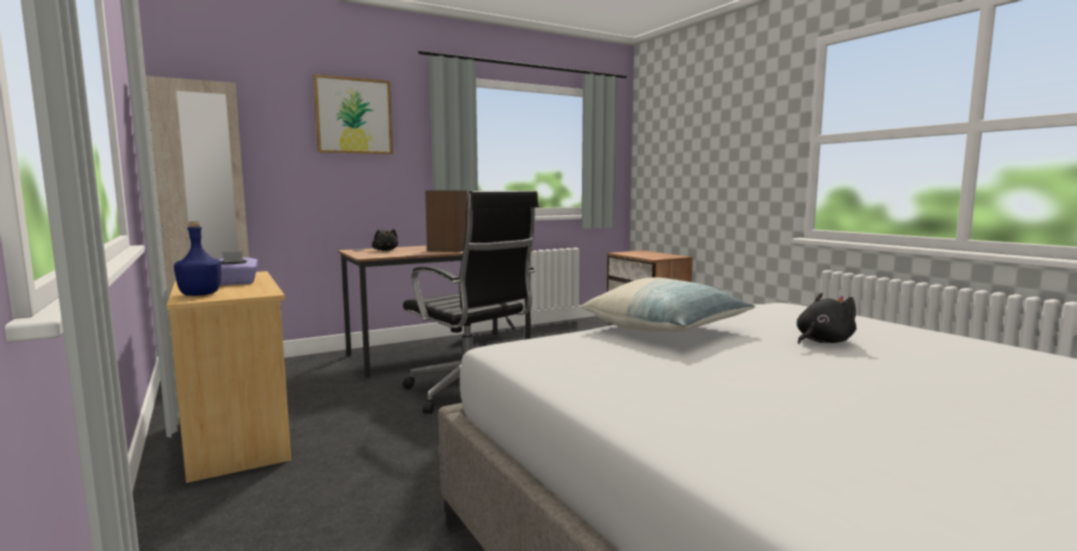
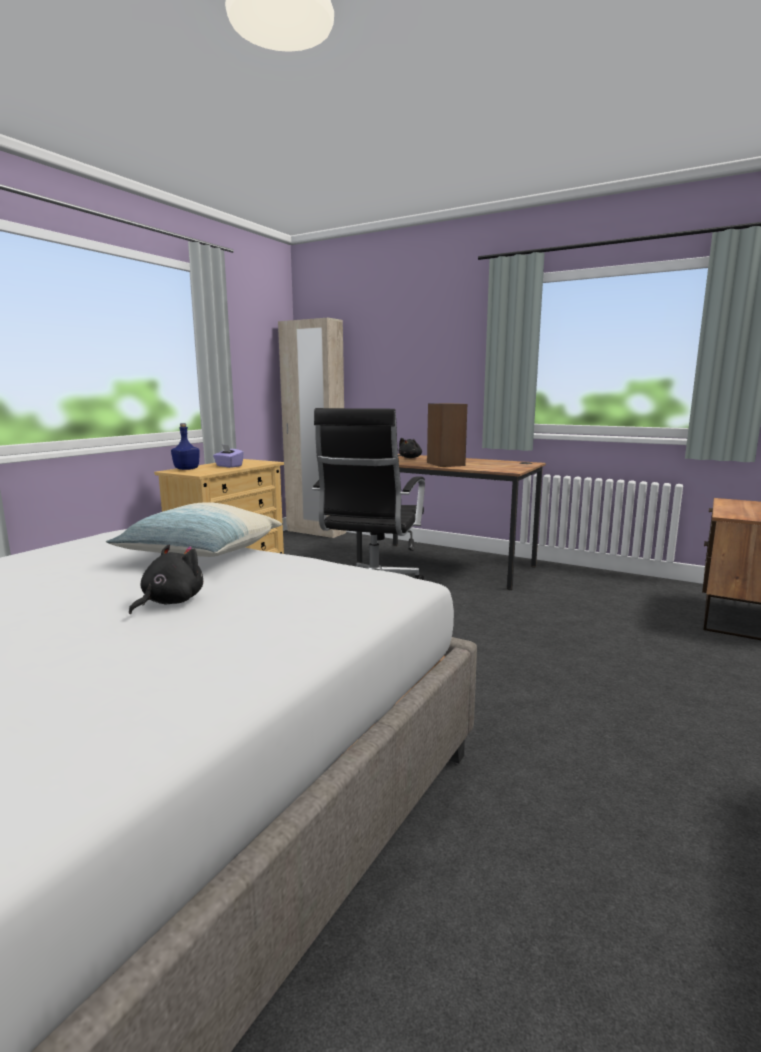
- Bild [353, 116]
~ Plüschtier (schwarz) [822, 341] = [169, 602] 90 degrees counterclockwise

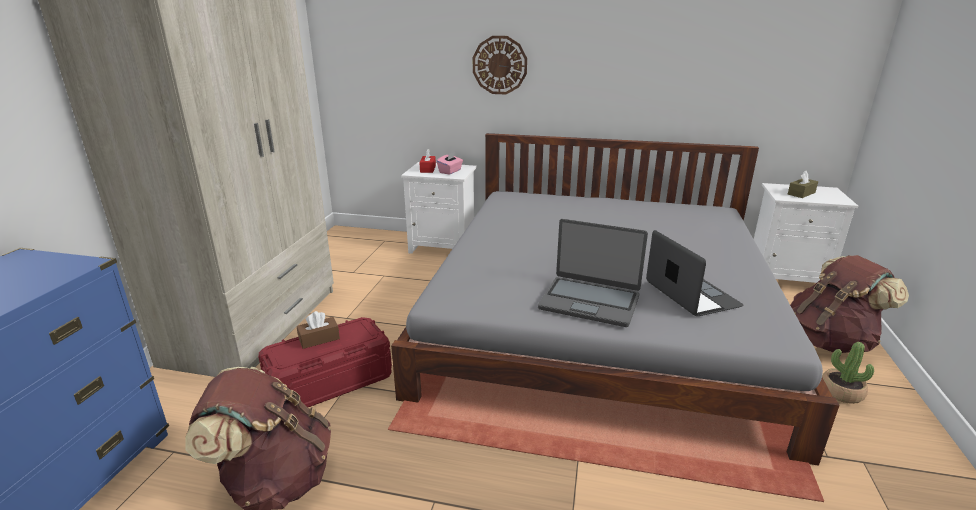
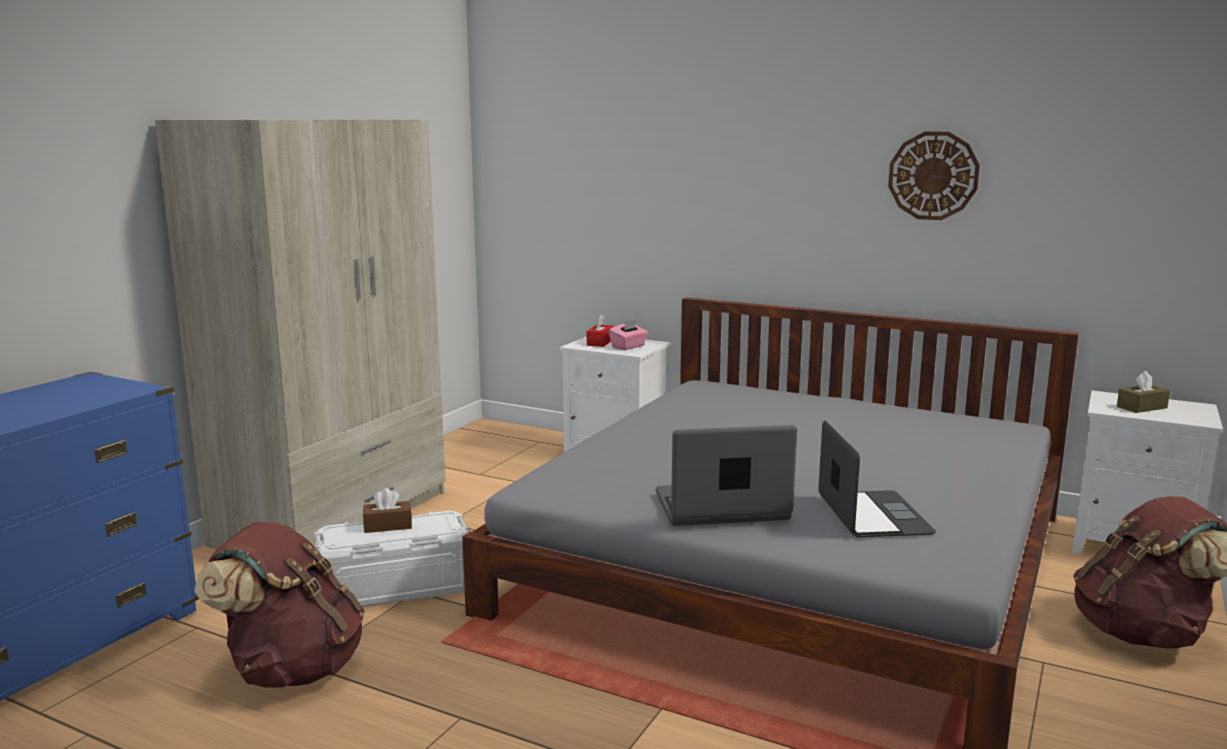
~ Wanduhr [499, 65] to [933, 176]
~ Laptop [589, 301] = [722, 507] 135 degrees clockwise
~ Aufbewahrungsbox (rot) [330, 382] to Aufbewahrungsbox (weiß) [395, 587]
- Topfpflanze [841, 392]

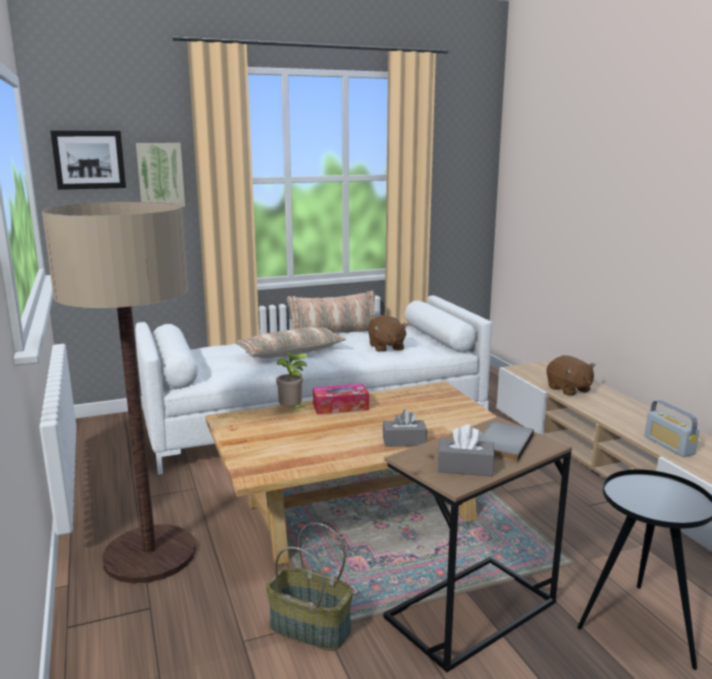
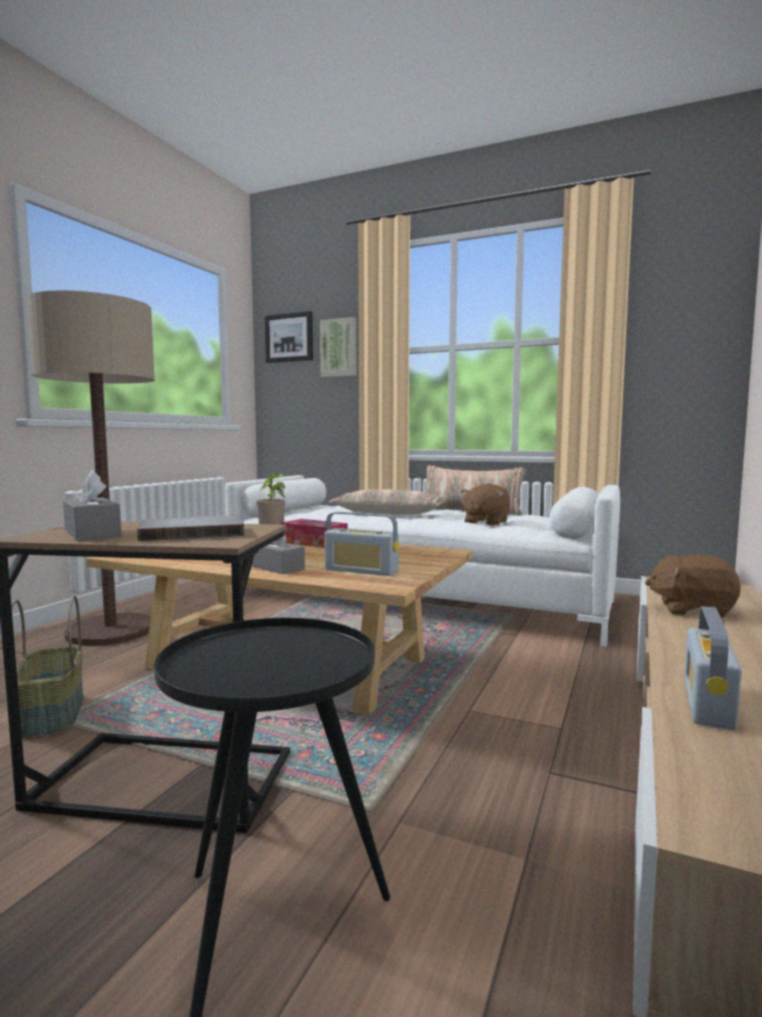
~ Plüschtier (braun) [568, 389] = [692, 610] 90 degrees clockwise
+ Radio [361, 570]

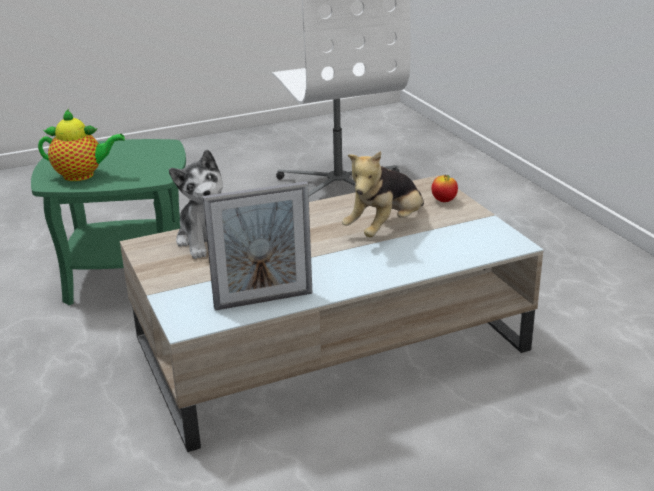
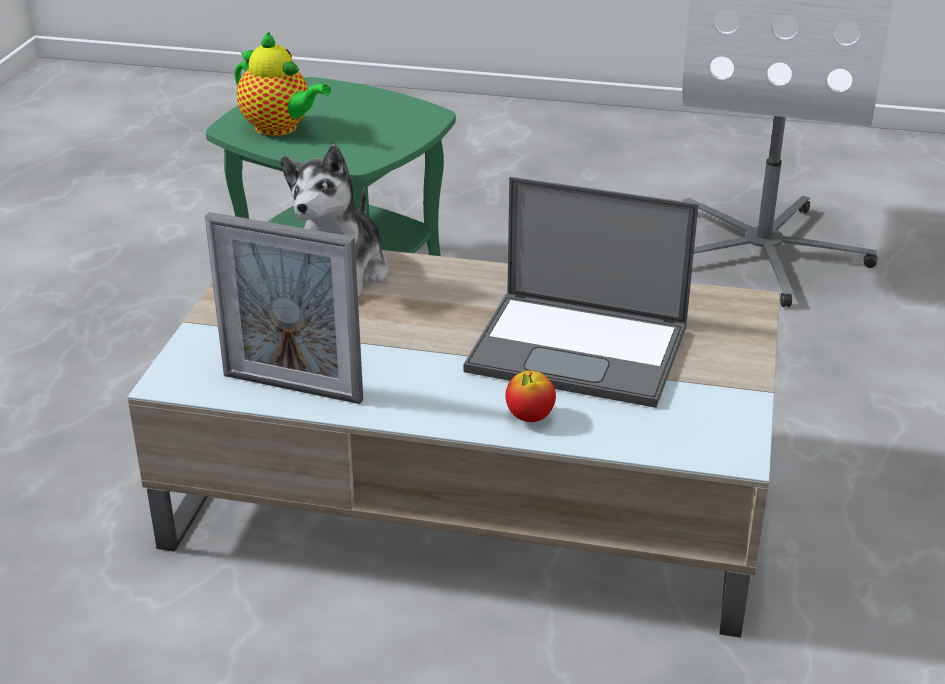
~ Plüschtier [385, 228] to Laptop [581, 349]
~ Apfel [444, 201] to [529, 417]

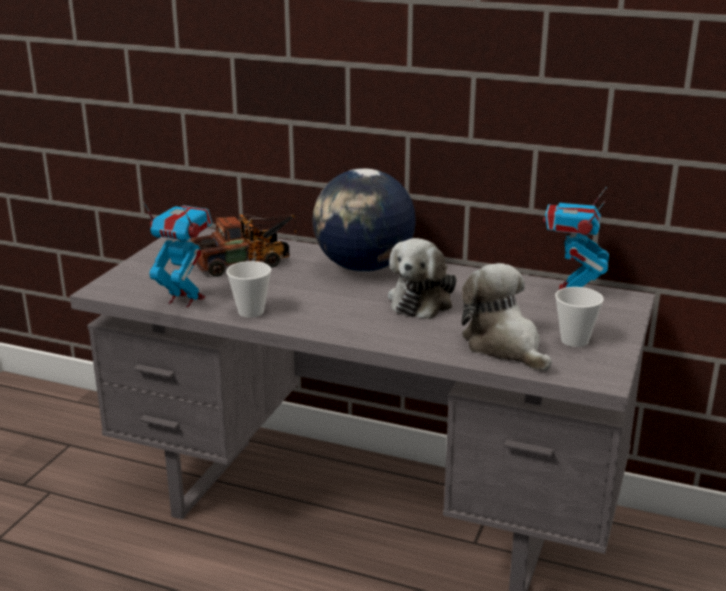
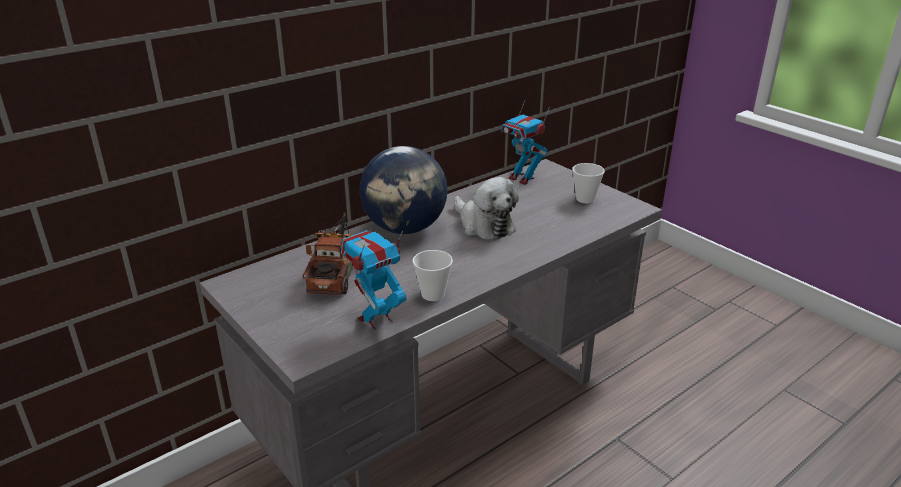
- Plüschtier [504, 346]

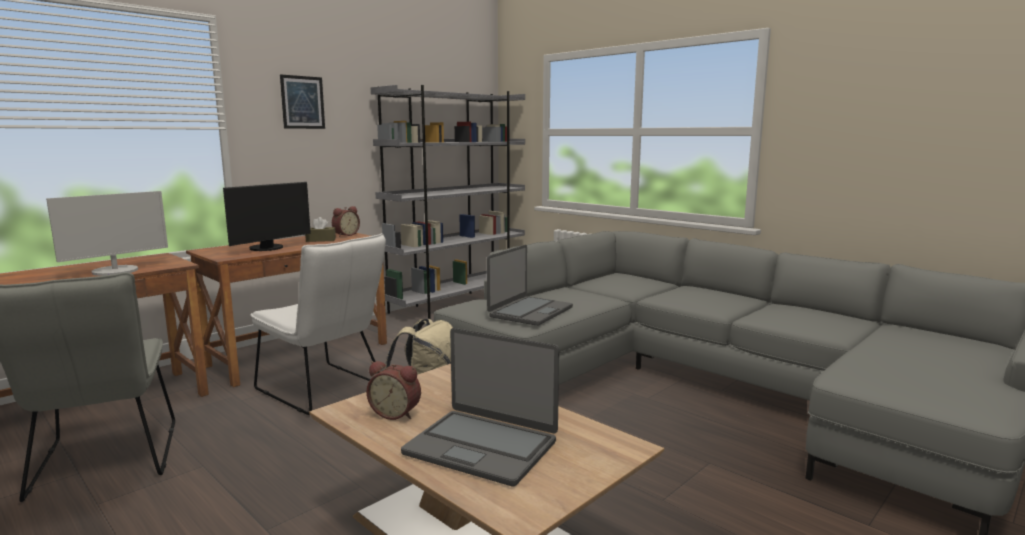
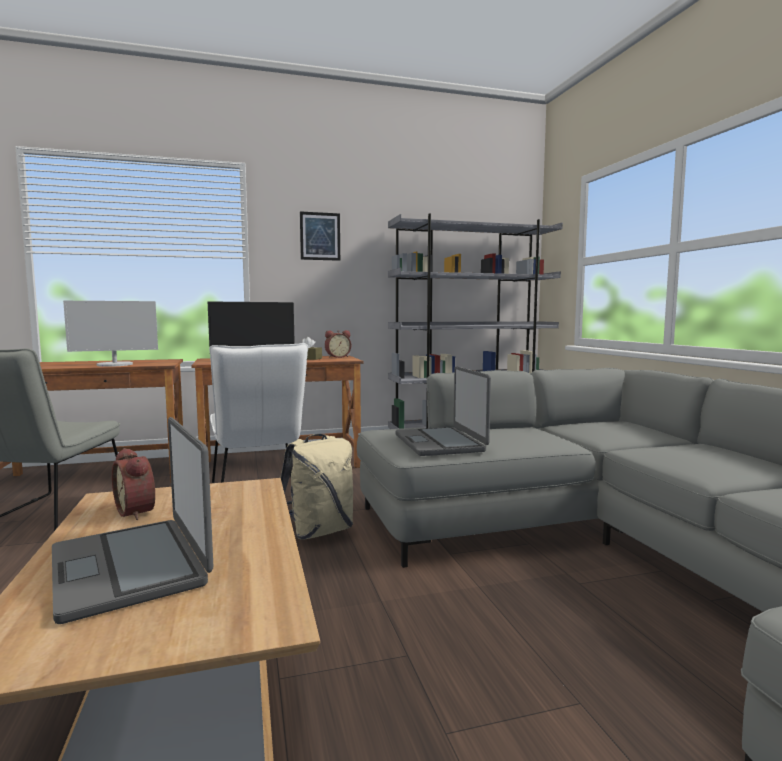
~ Laptop [530, 312] = [440, 443] 105 degrees clockwise

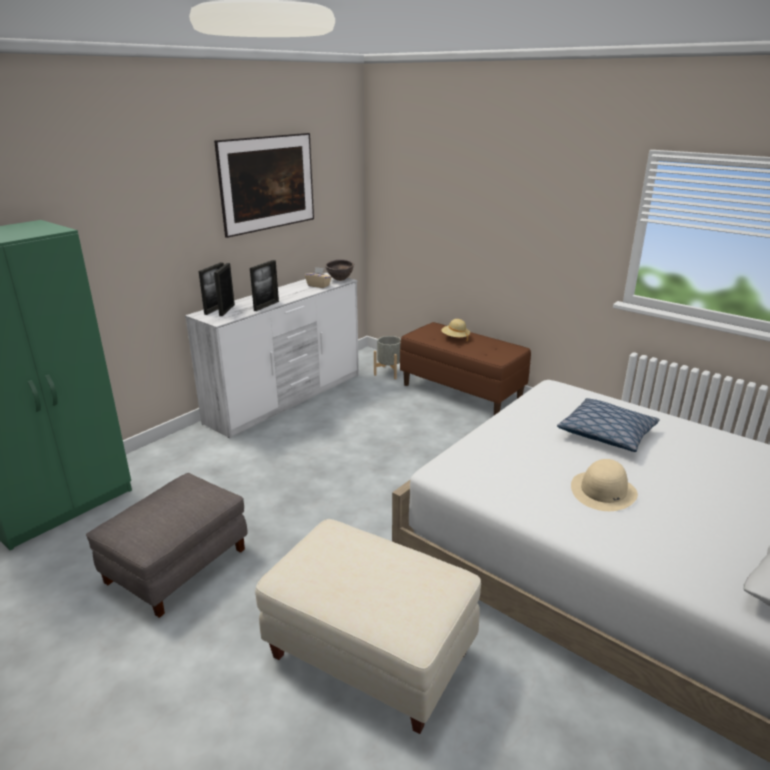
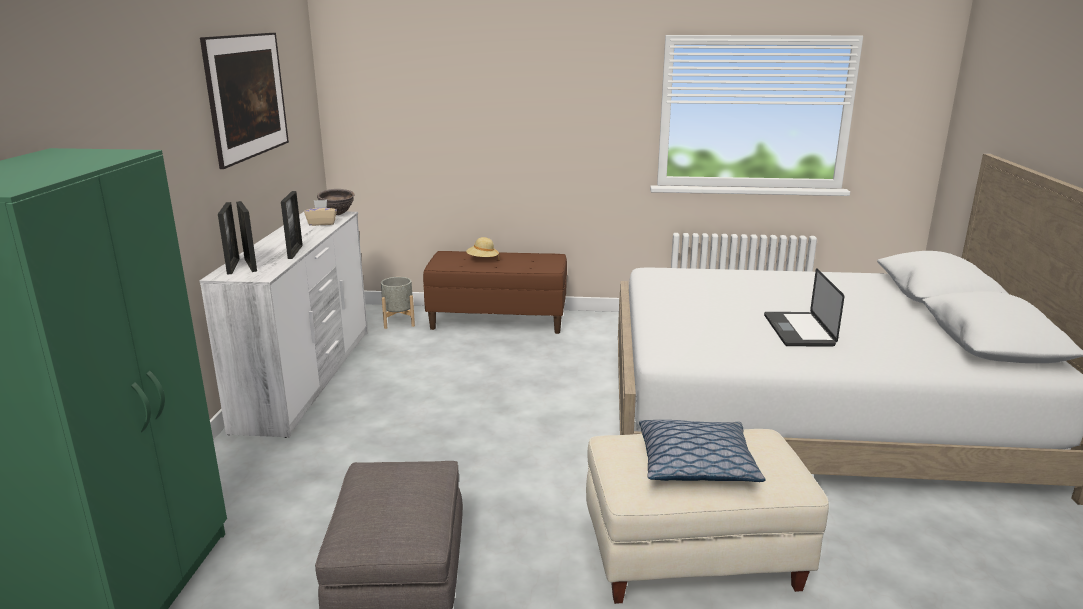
~ Kissen [607, 434] to [696, 464]
~ Hut (beige) [603, 491] to Laptop [798, 330]

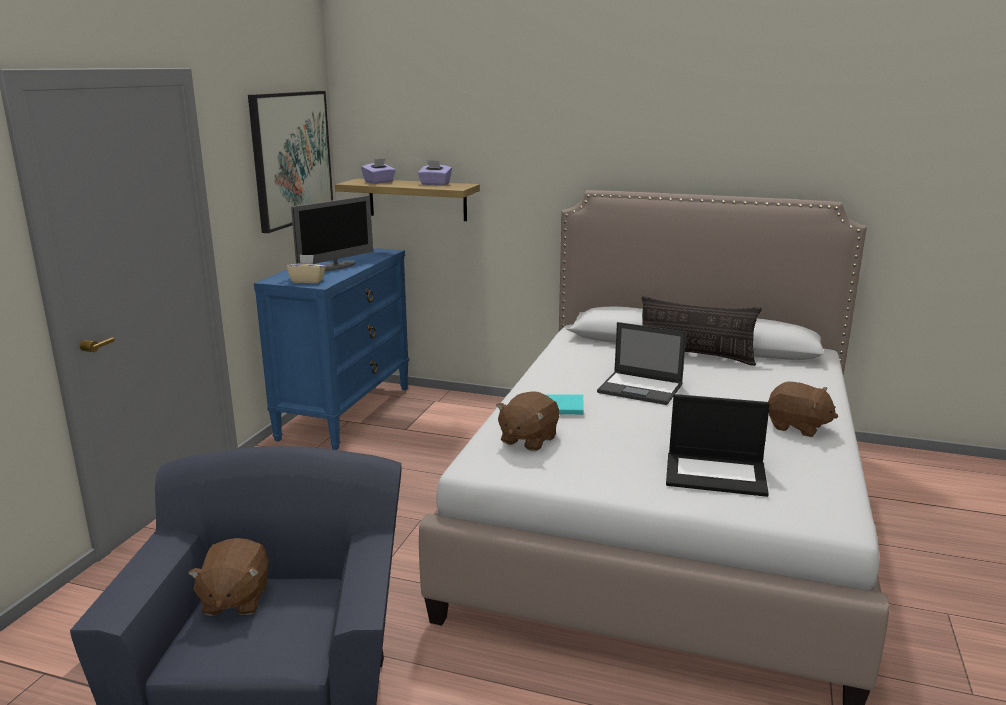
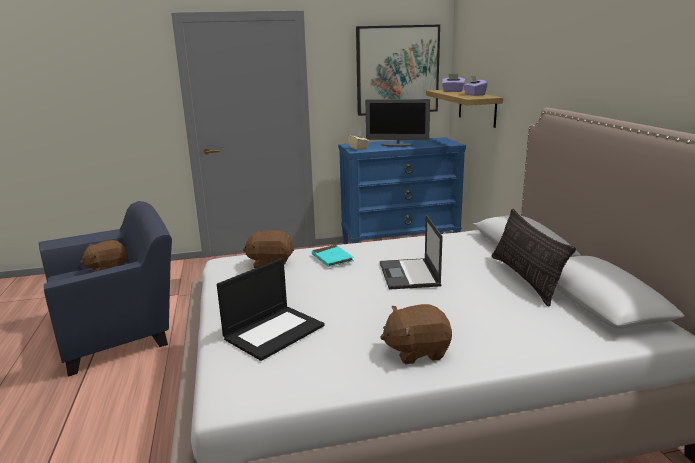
~ Plüschtier (braun) [797, 427] = [416, 351] 75 degrees clockwise
~ Laptop [716, 474] = [274, 331] 120 degrees counterclockwise

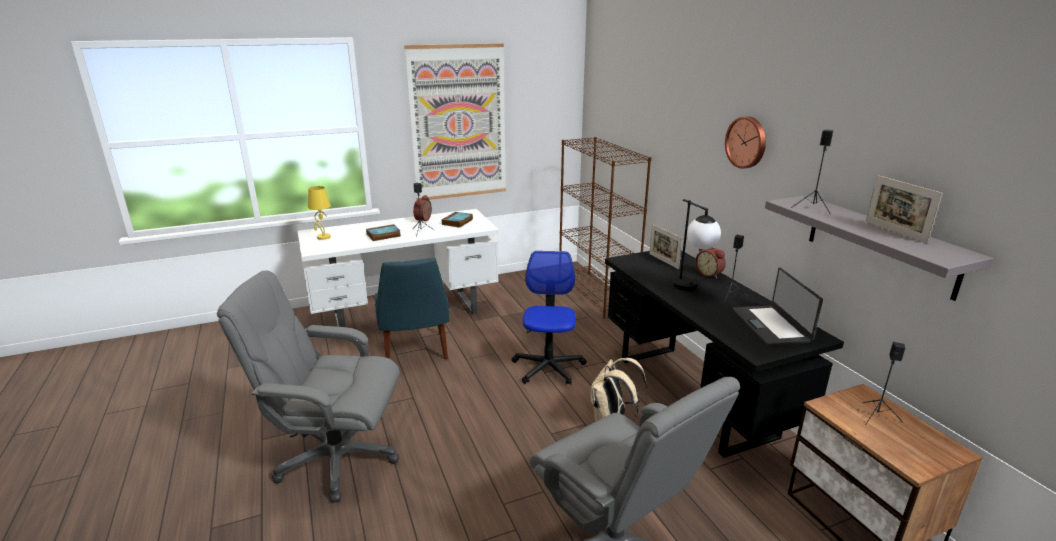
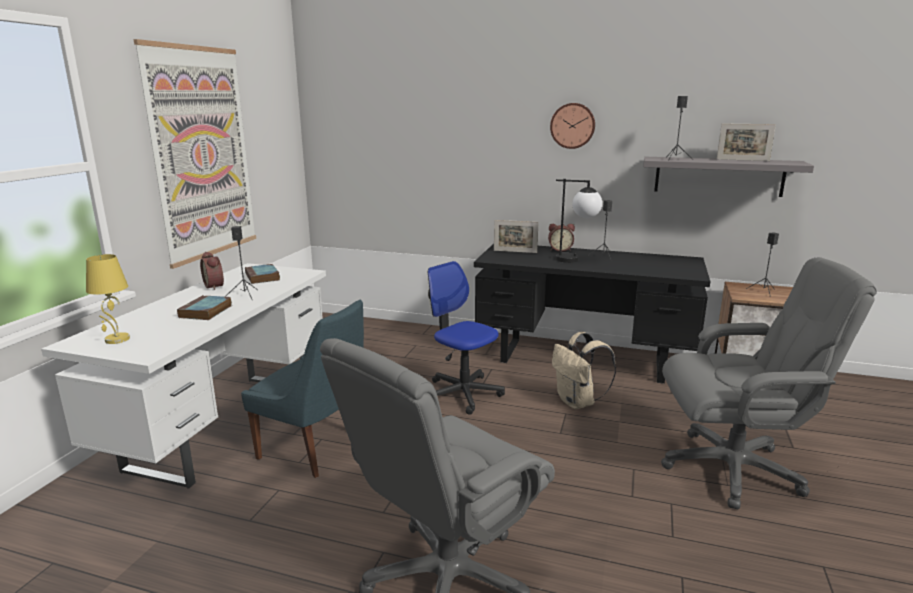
- Bücherregal (braun) [596, 294]
- Laptop [771, 325]

